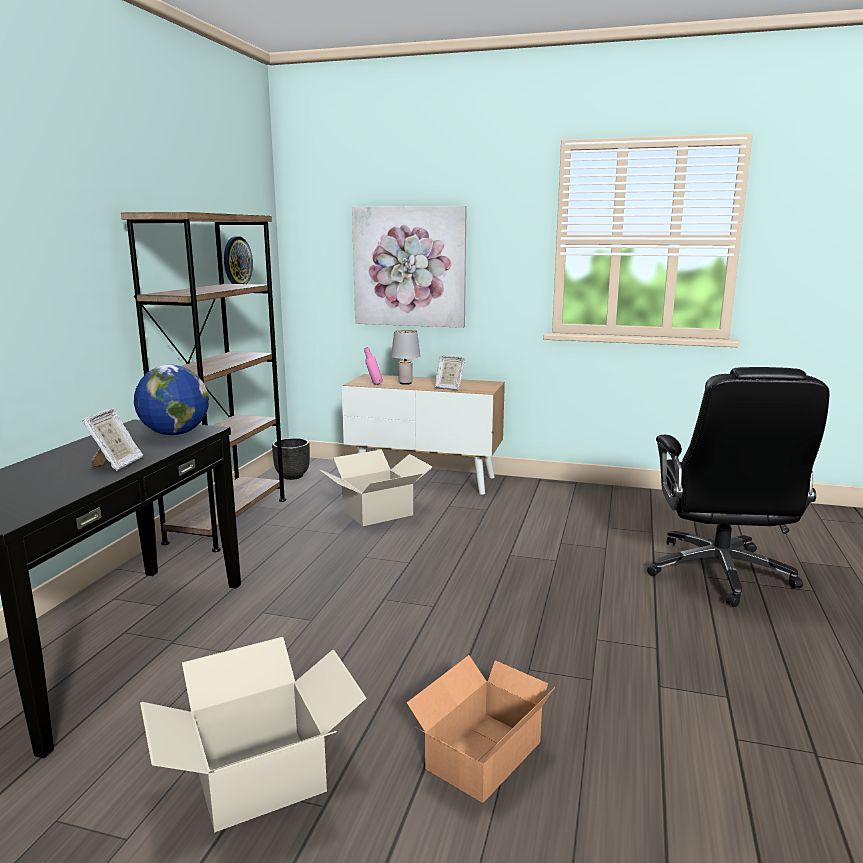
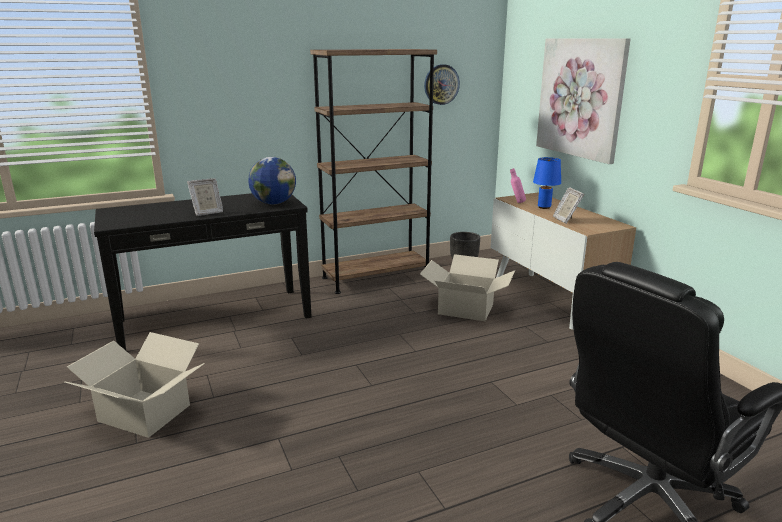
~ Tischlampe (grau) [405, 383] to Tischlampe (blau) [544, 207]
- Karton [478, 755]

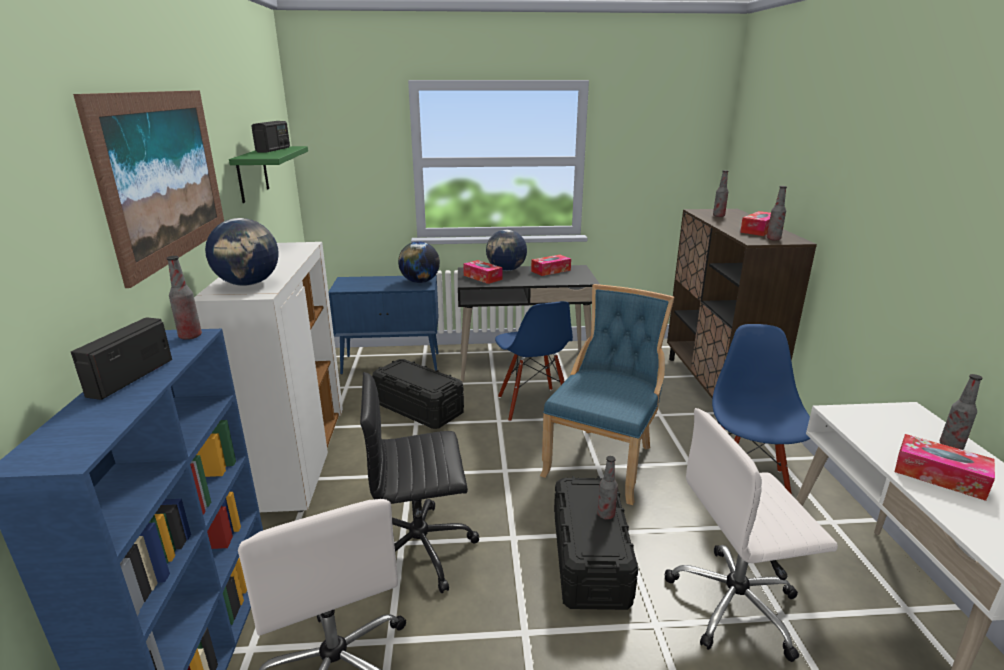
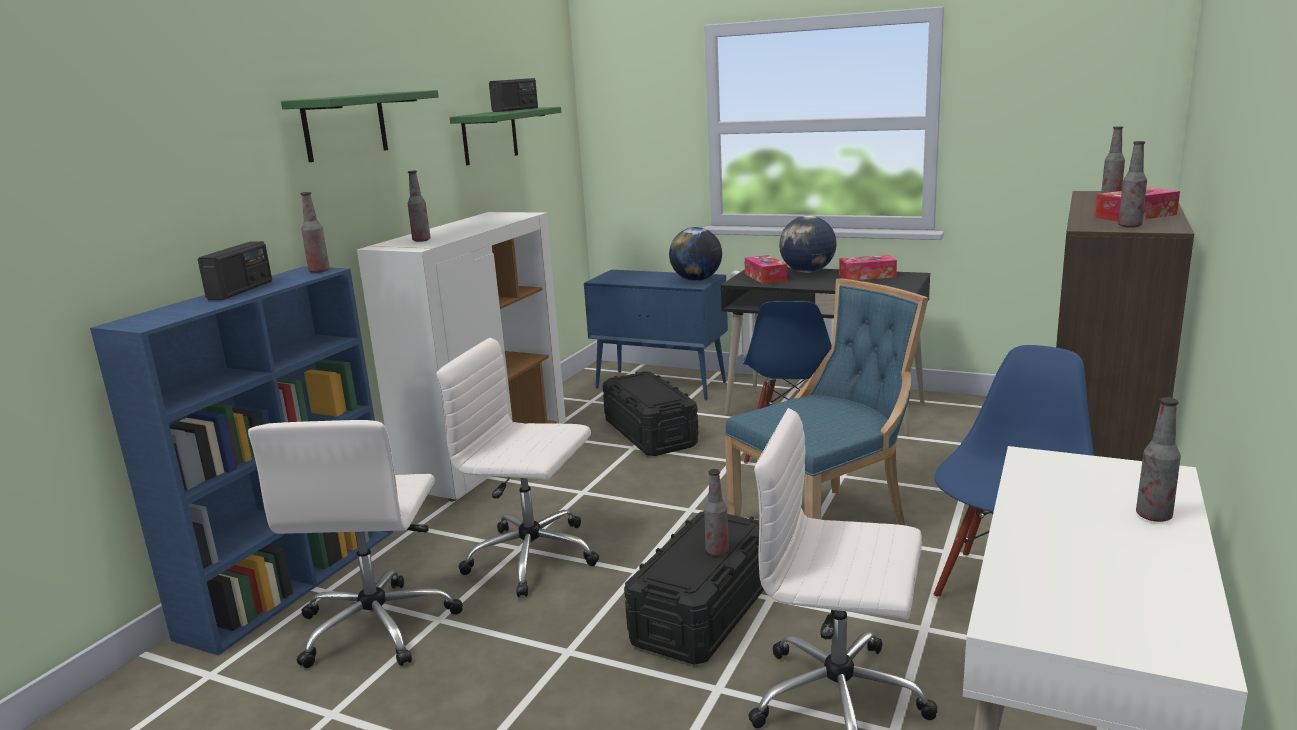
~ Bild [164, 176] to Wandregal (grün) [345, 126]
~ Globus [249, 284] to Flasche [421, 240]
~ Radio [130, 377] = [241, 290] 150 degrees clockwise
~ Bürostuhl (schwarz) [422, 549] to Bürostuhl (weiß) [534, 557]
- Taschentuchbox [939, 476]

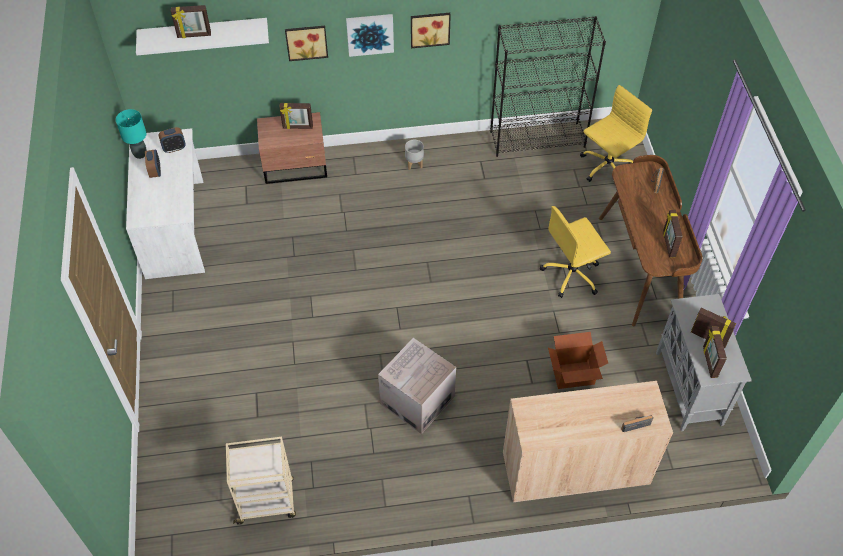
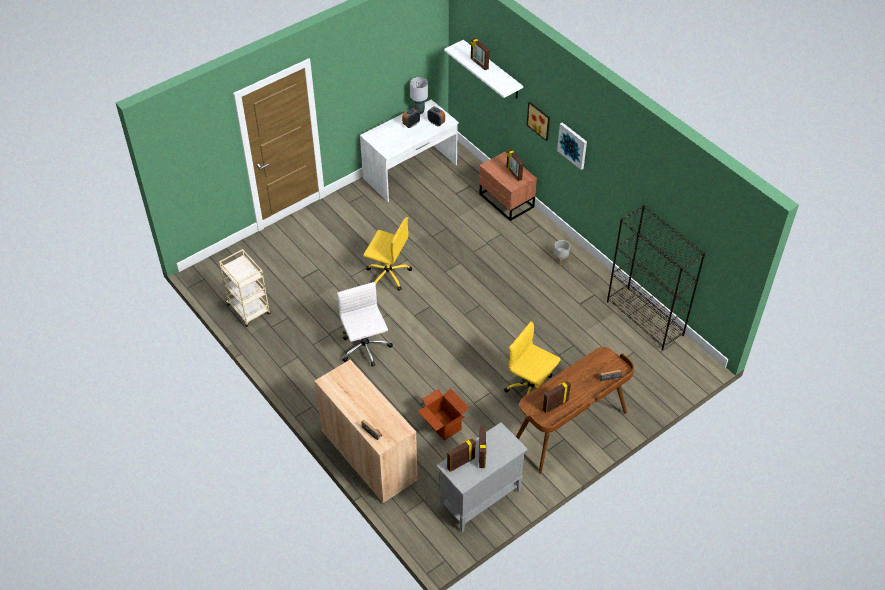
- Bild [430, 28]
~ Bürostuhl (gelb) [606, 168] to [387, 274]
~ Tischlampe (türkis) [140, 154] to Tischlampe (grau) [419, 111]
~ Karton [417, 400] to Bürostuhl (weiß) [365, 349]

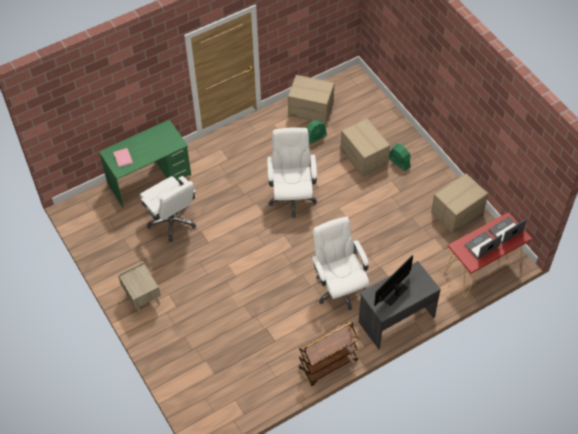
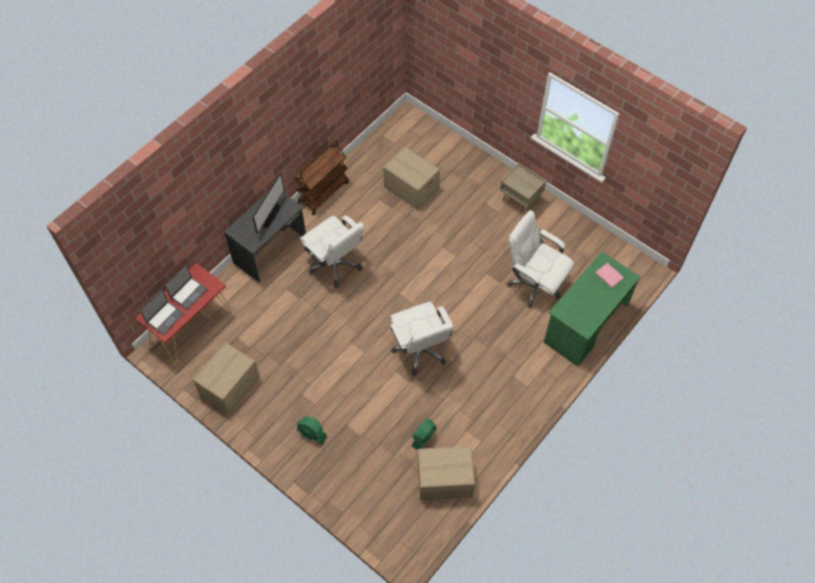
~ Karton [364, 157] to [411, 188]

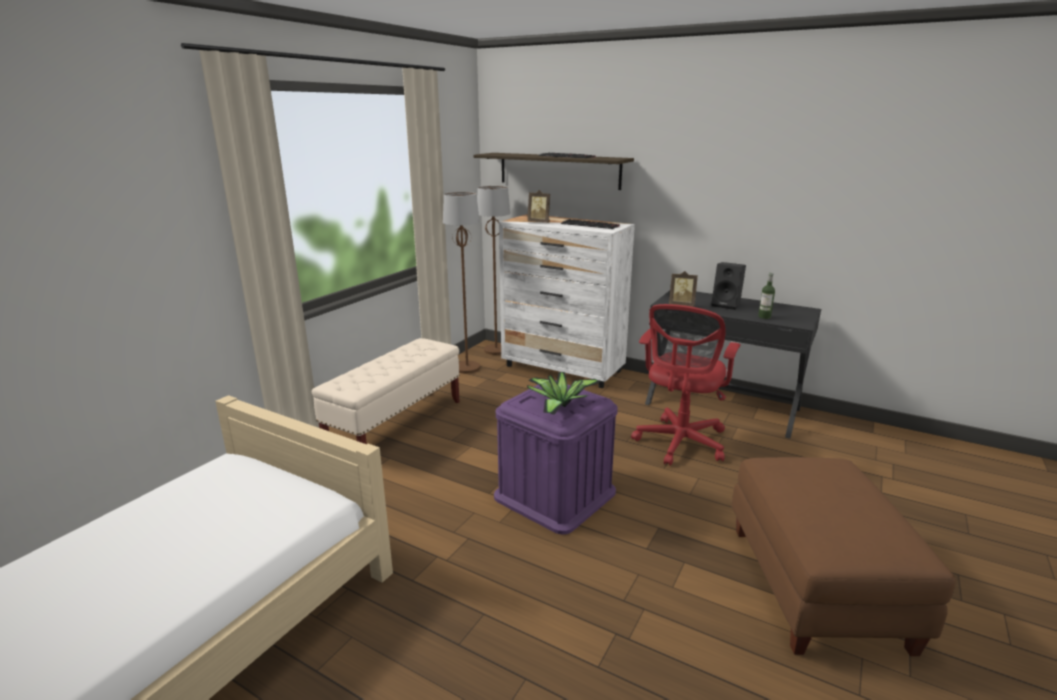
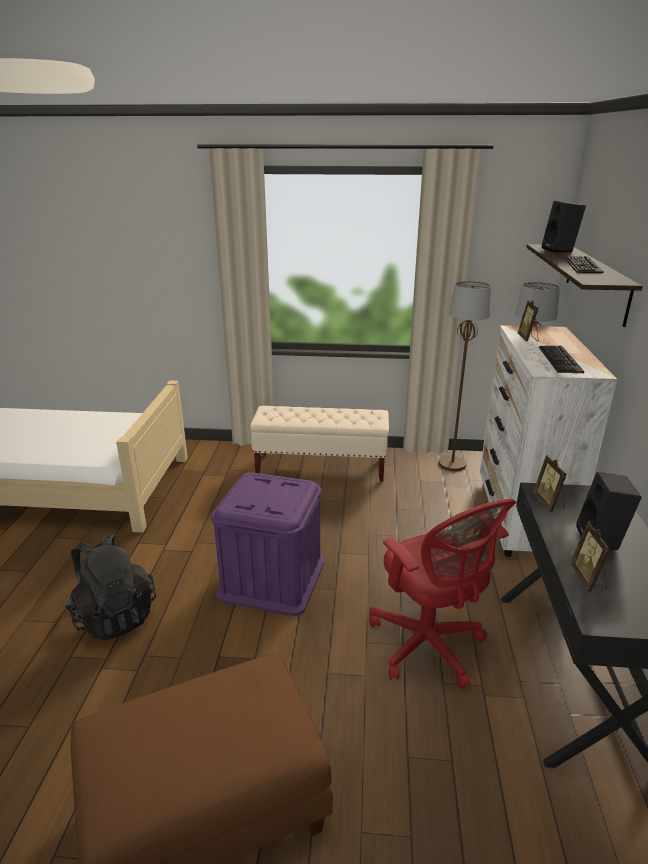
~ Flasche [764, 317] to Bilderrahmen [588, 579]
~ Bürostuhl (rot) [679, 444] = [429, 646] 120 degrees counterclockwise
- Topfpflanze [560, 405]
+ Lautsprecher (schwarz) [560, 250]
+ Rucksack (schwarz) [114, 615]

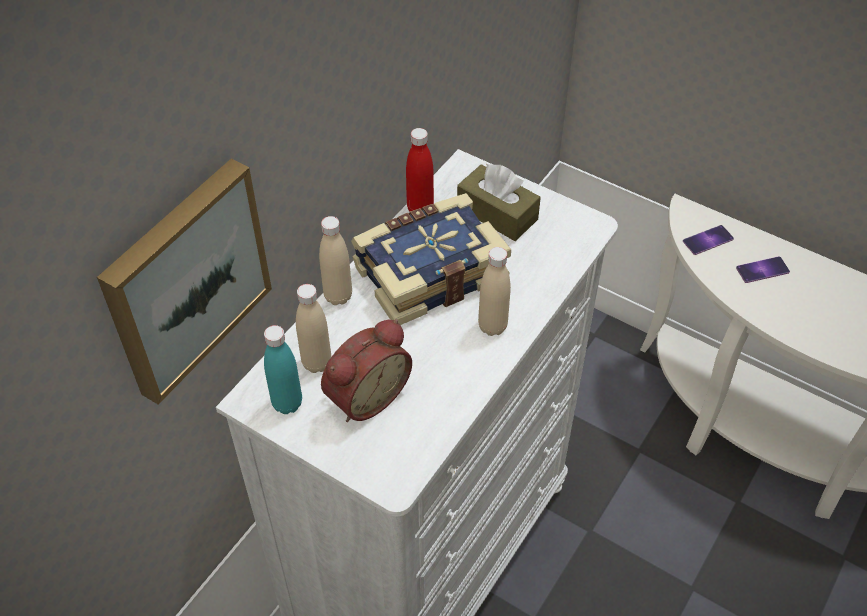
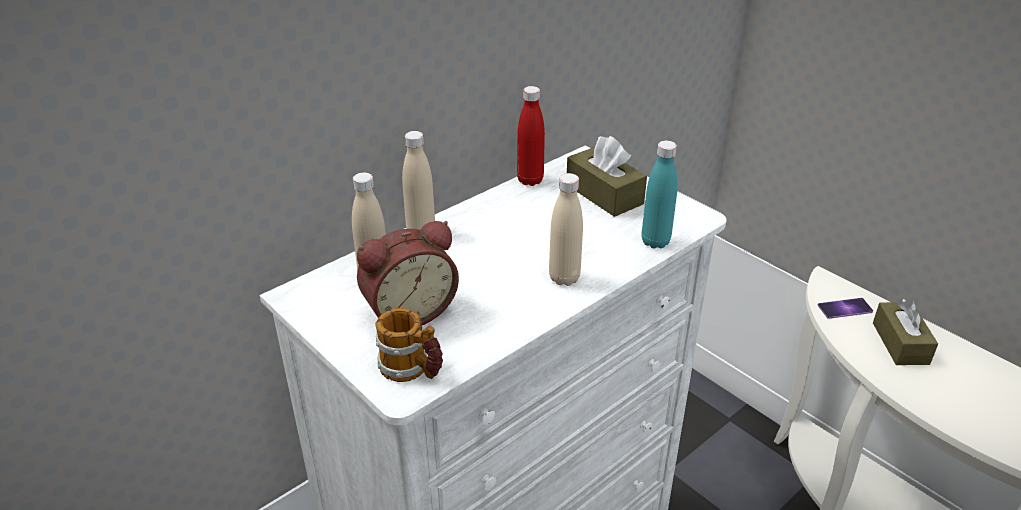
- Bild [185, 279]
- Buch [428, 272]
~ Handy [762, 270] to Taschentuchbox (braun) [900, 343]
~ Flasche (türkis) [287, 403] to [655, 242]
+ Henkelbecher [412, 370]

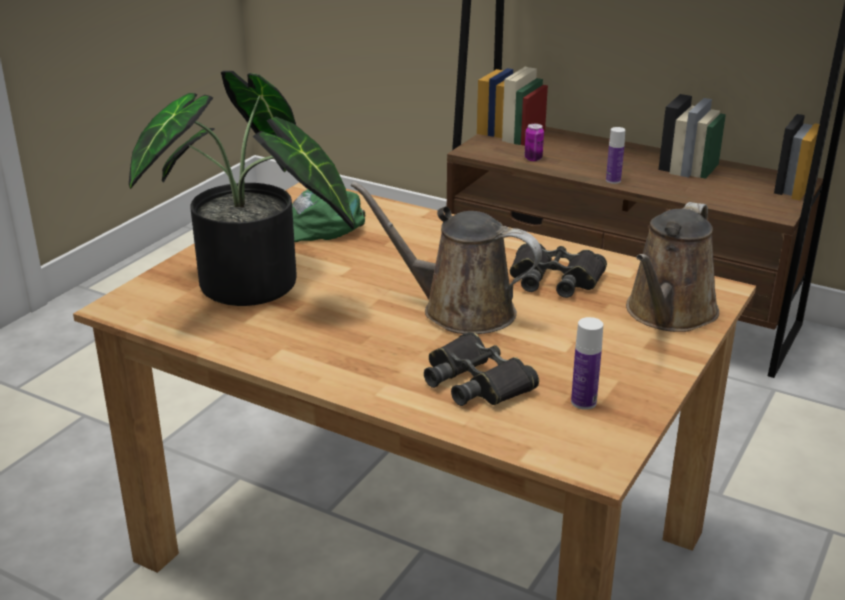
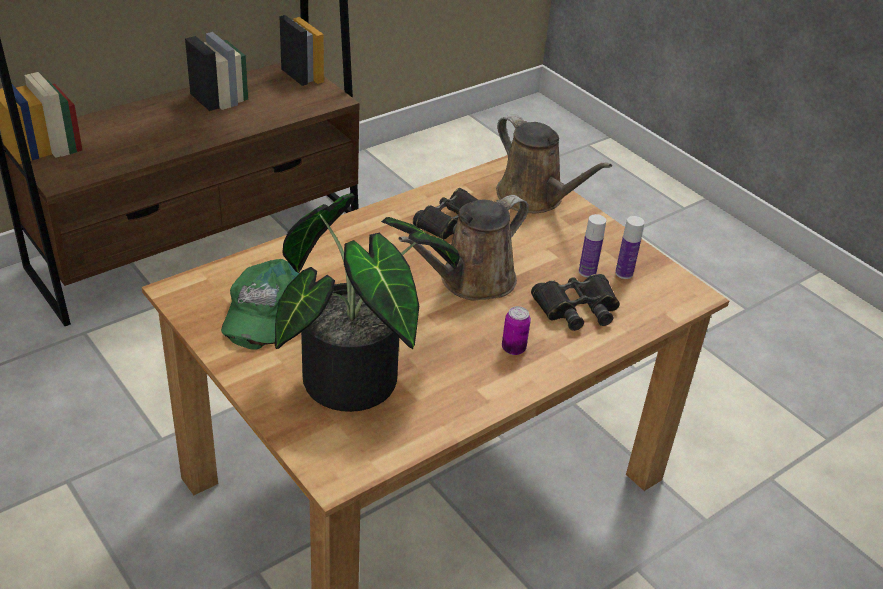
~ Dose [533, 158] to [513, 348]
~ Flasche [613, 180] to [587, 272]

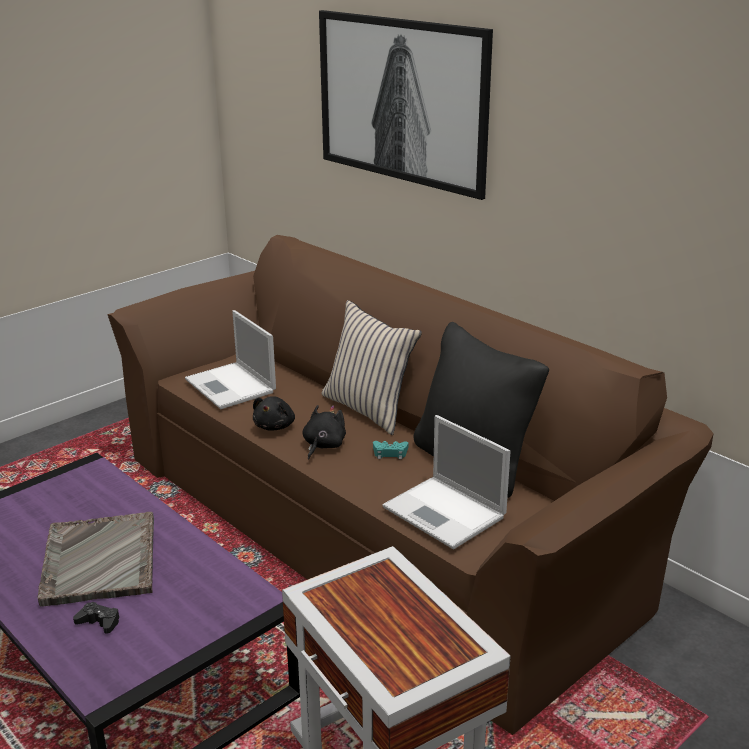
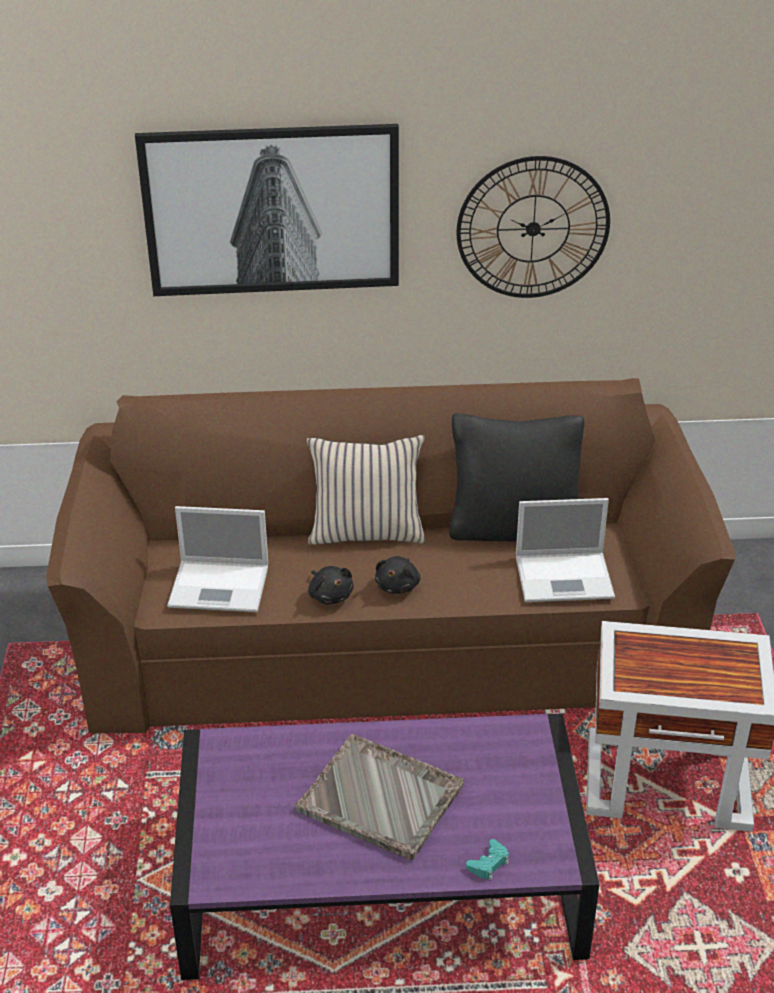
~ Plüschtier (schwarz) [323, 445] = [398, 586] 135 degrees counterclockwise
~ Gamepad (türkis) [390, 453] to [489, 863]
- Gamepad (schwarz) [99, 622]
+ Wanduhr [533, 228]

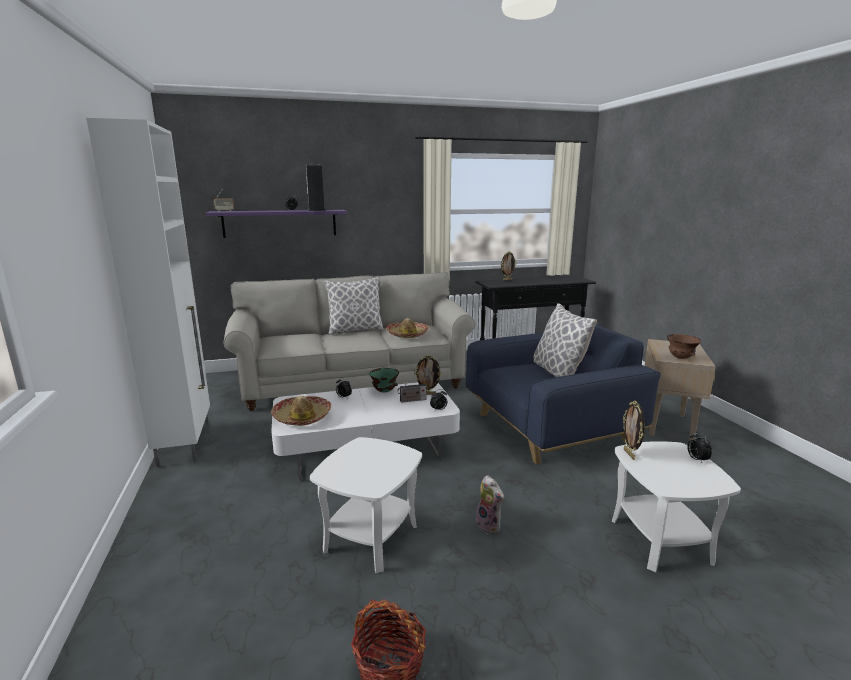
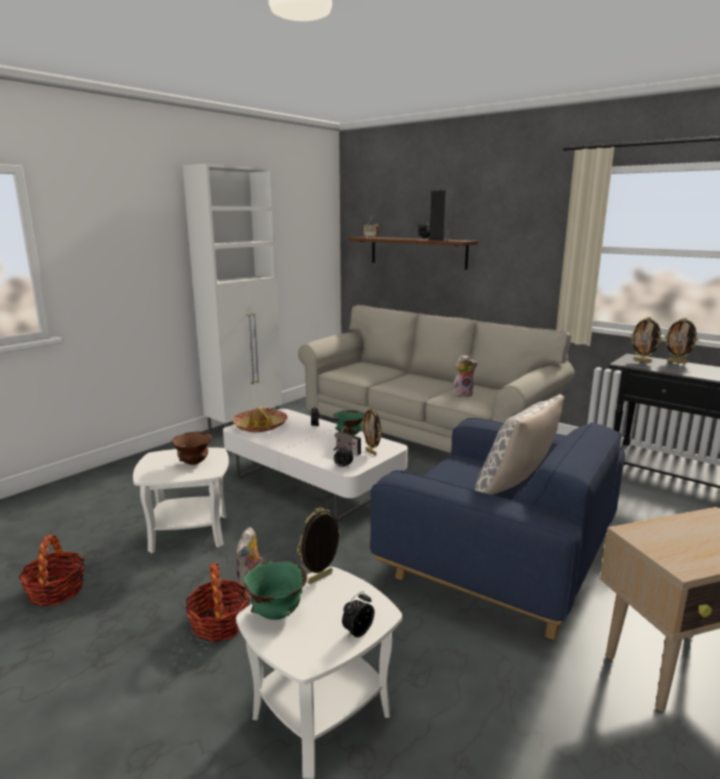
~ Wandregal (lila) [280, 223] to Wandregal (braun) [417, 252]
- Kissen [355, 330]
~ Hut [407, 334] to Plüschtier [462, 394]
~ Schüssel (braun) [681, 358] to [193, 463]
+ Bilderrahmen [642, 361]
+ Schüssel (grün) [277, 613]
+ Korb [219, 623]

